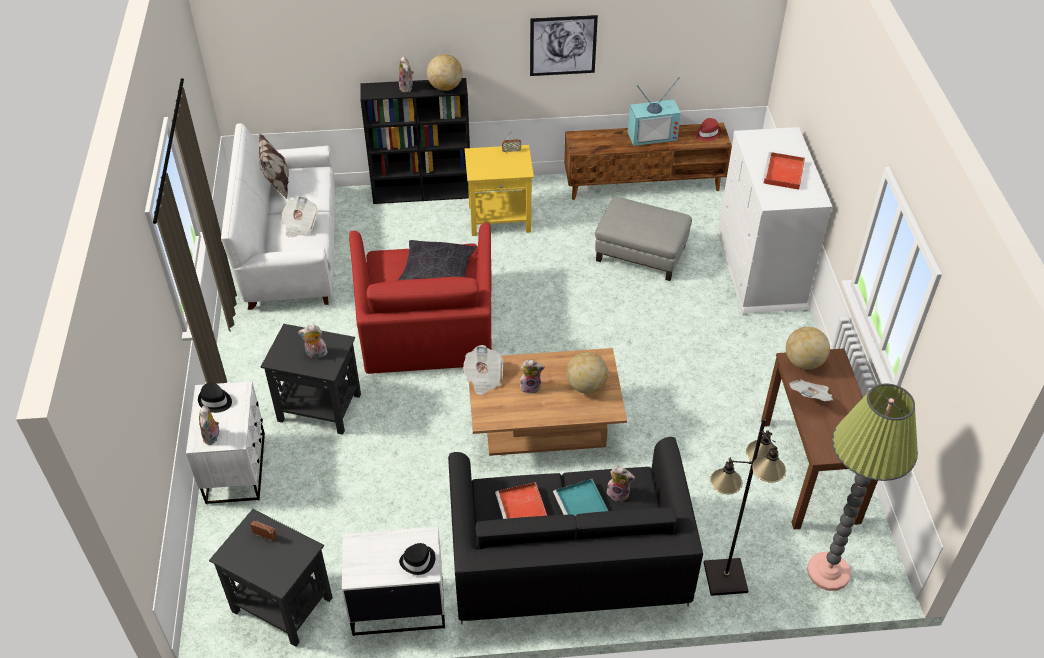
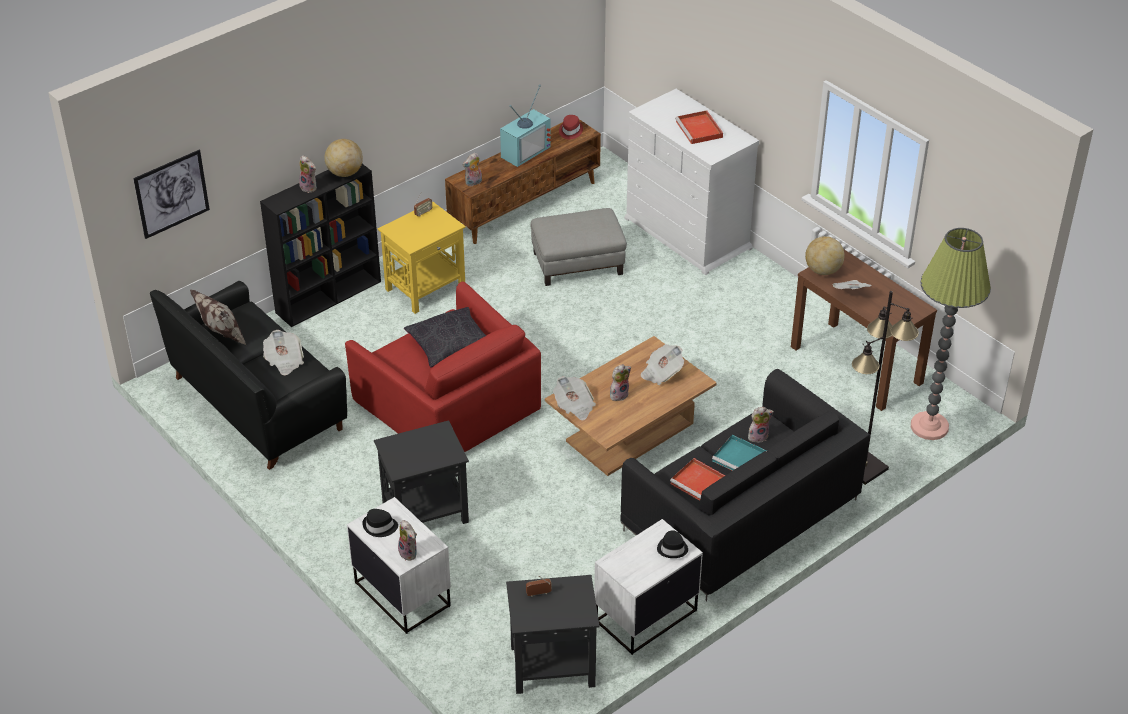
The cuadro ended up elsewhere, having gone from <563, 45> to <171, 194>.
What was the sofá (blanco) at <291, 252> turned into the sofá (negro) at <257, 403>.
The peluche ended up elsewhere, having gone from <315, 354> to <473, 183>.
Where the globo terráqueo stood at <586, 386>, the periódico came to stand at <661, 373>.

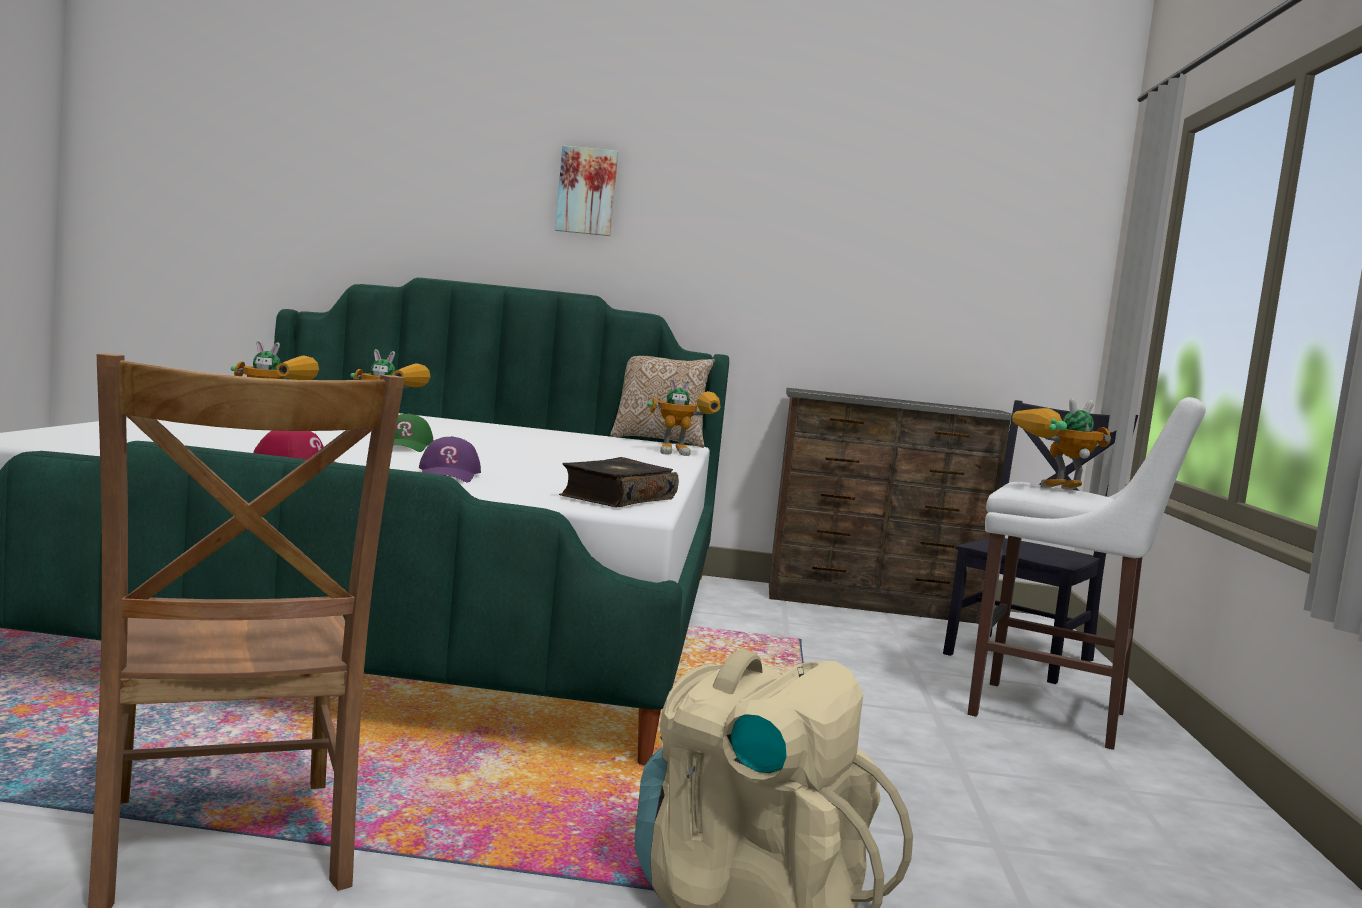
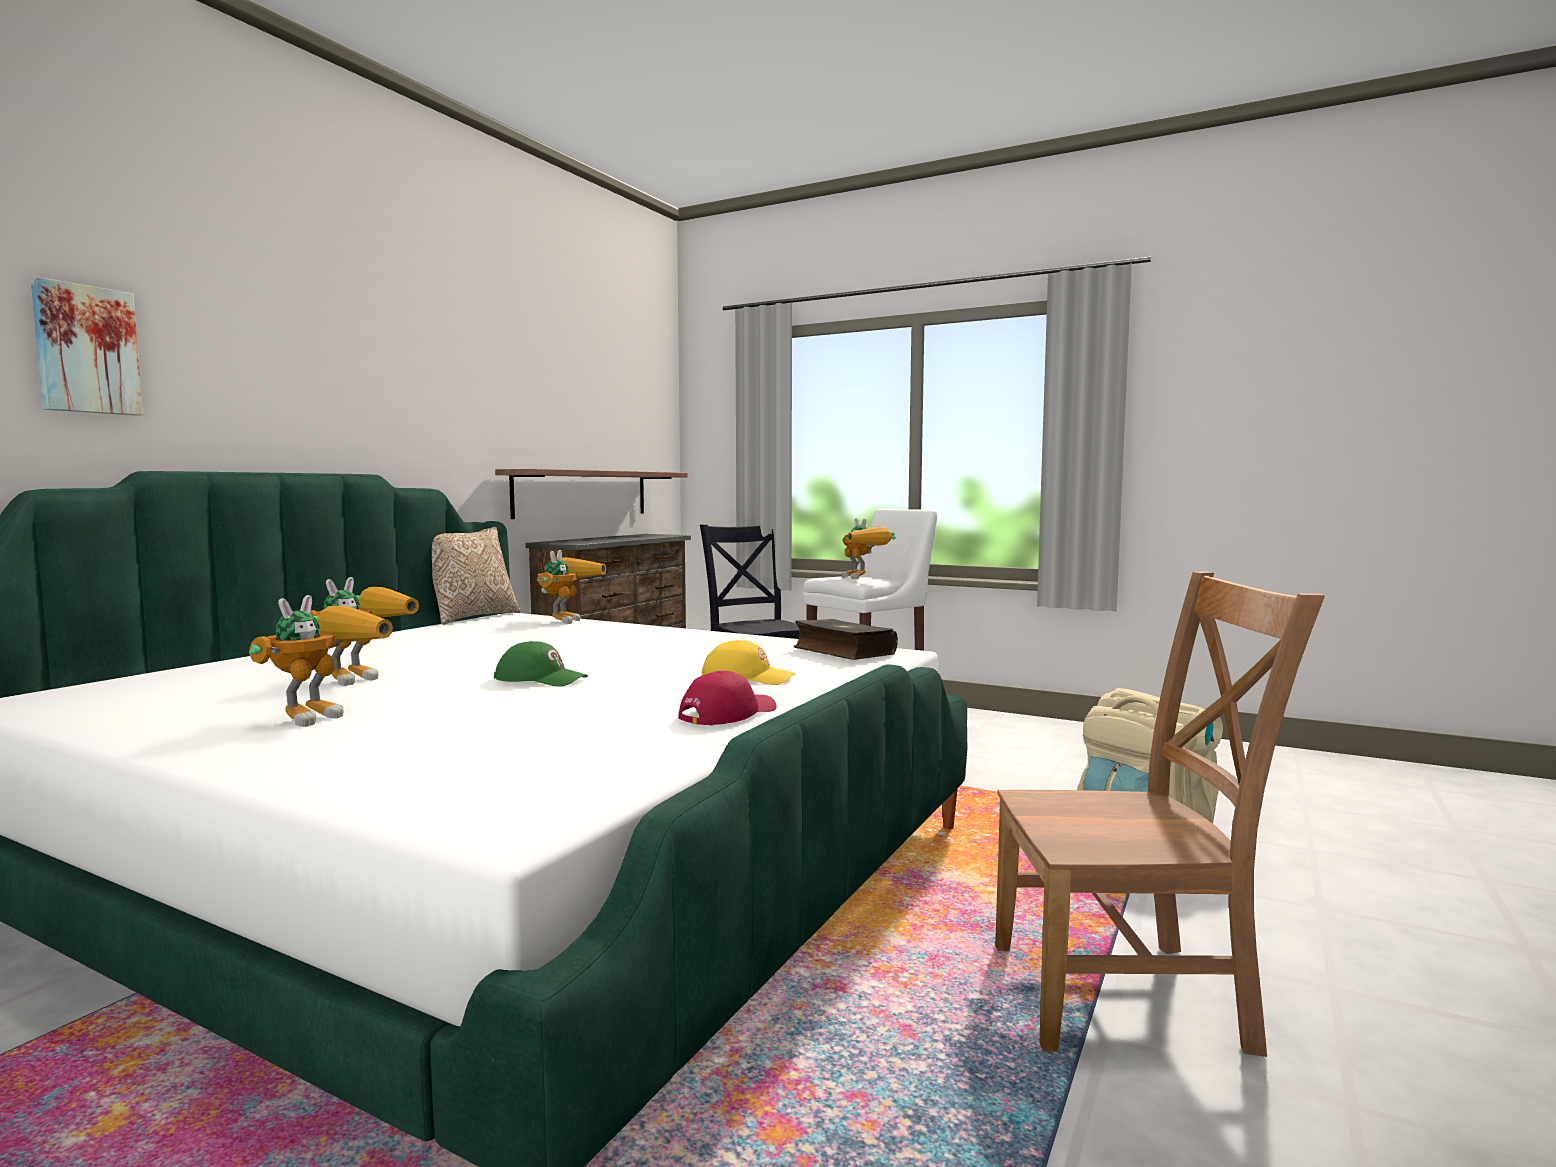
The cuadro ended up elsewhere, having gone from <587, 191> to <86, 350>.
The robot de juguete at <1051, 490> ended up facing another way, 45 degrees counterclockwise from before.
What was the gorra (morado) at <449, 475> turned into the gorra (amarillo) at <748, 678>.
The second view gained the estante at <582, 493>.

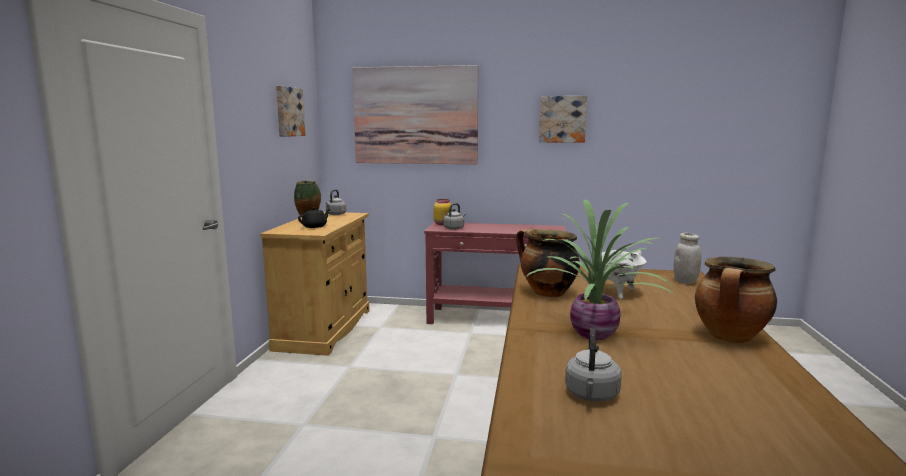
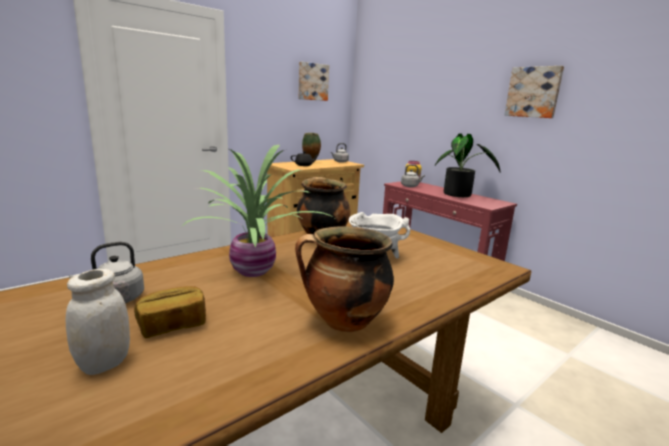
The second view lost the cuadro at <415, 115>.
The tarro (blanco) ended up elsewhere, having gone from <685, 281> to <104, 363>.
The second view gained the planta en maceta at <460, 195>.
The second view gained the pan at <173, 325>.

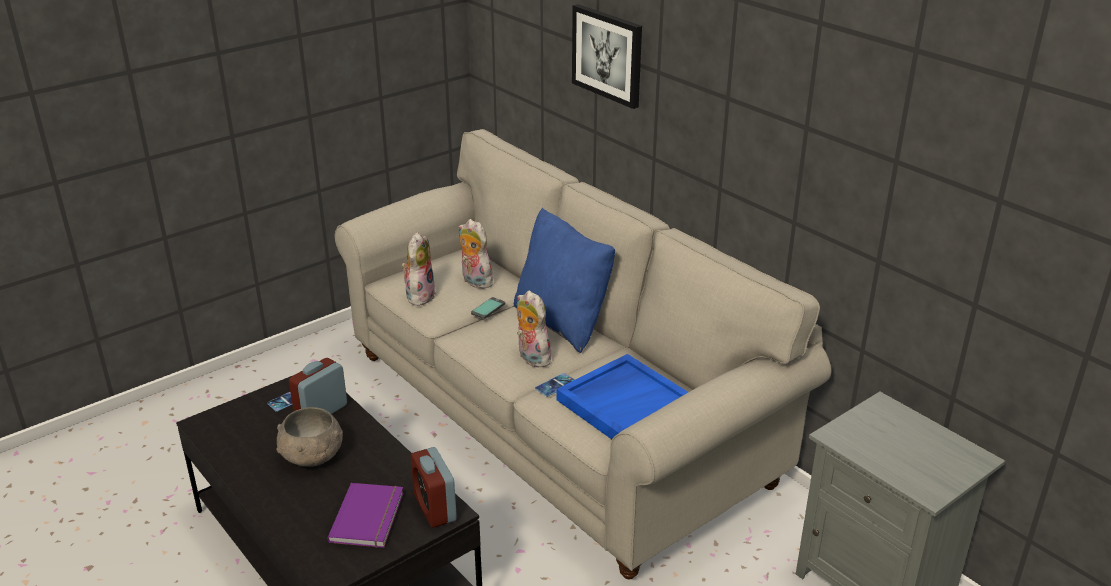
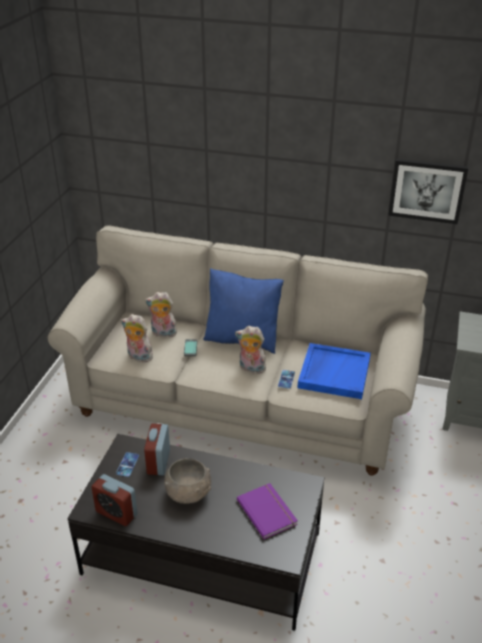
The cuadro ended up elsewhere, having gone from <608, 55> to <427, 190>.
The peluche at <419, 295> ended up facing another way, 45 degrees counterclockwise from before.
The despertador ended up elsewhere, having gone from <435, 508> to <116, 513>.

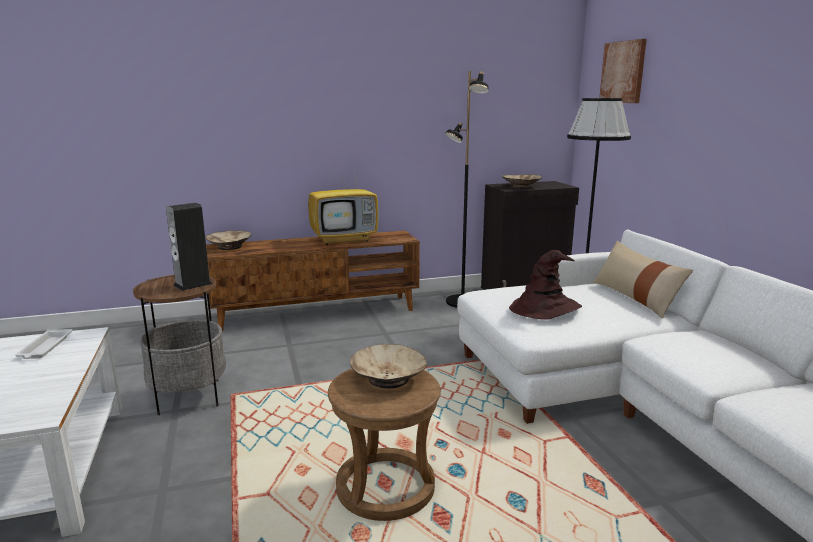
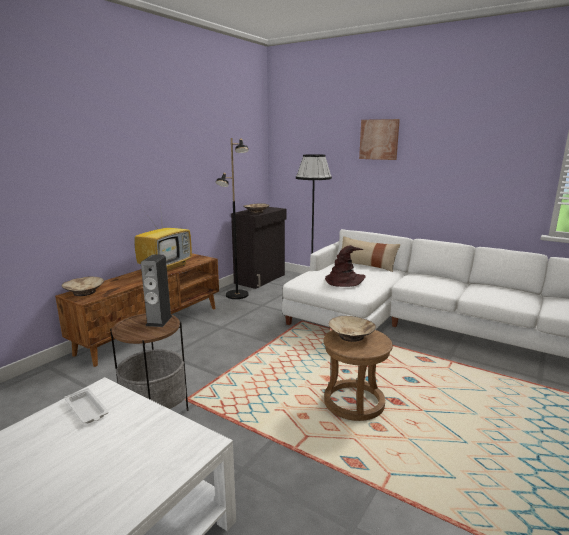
The cuadro ended up elsewhere, having gone from <623, 72> to <379, 139>.

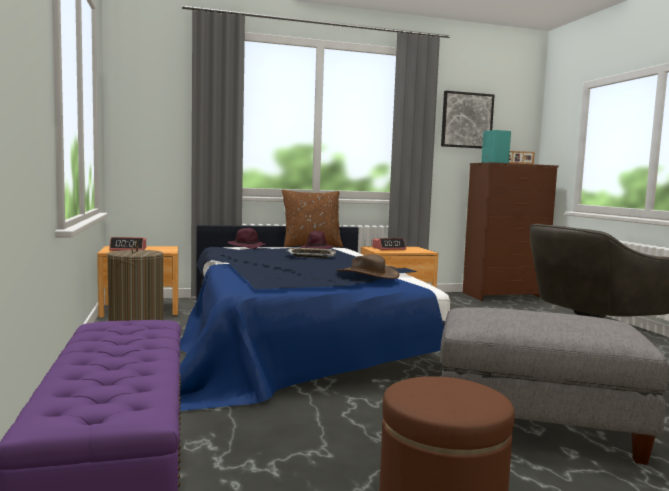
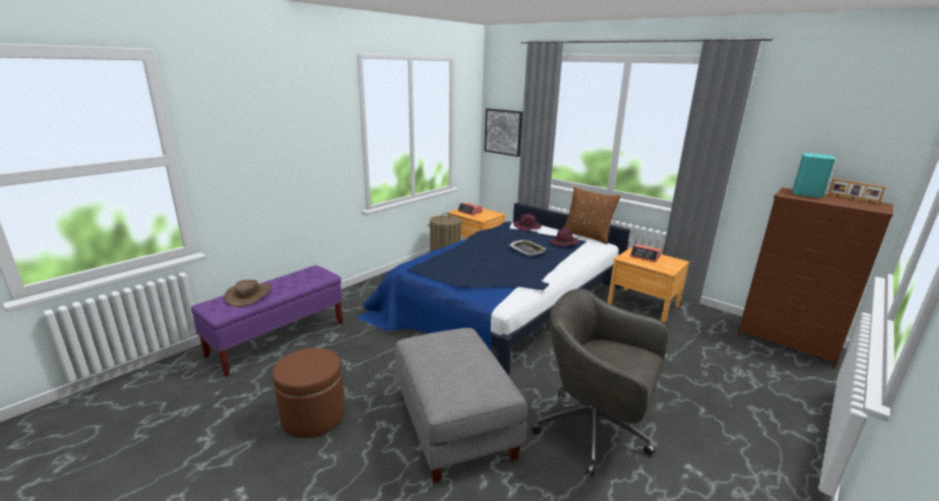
The cuadro ended up elsewhere, having gone from <466, 120> to <503, 132>.
The sombrero (marrón) ended up elsewhere, having gone from <367, 274> to <249, 295>.

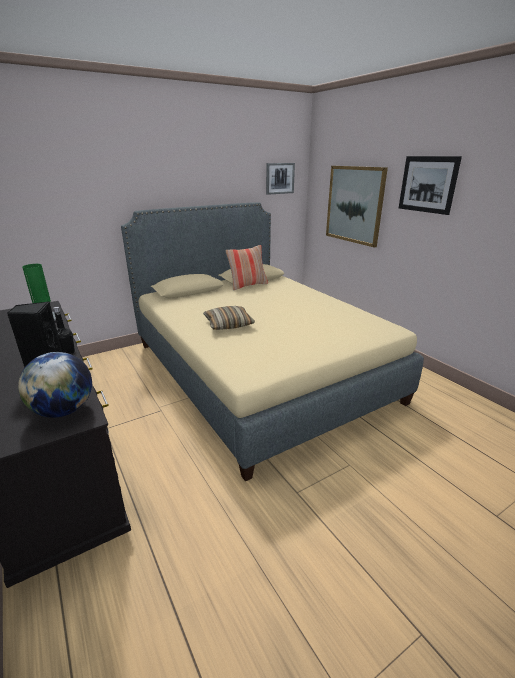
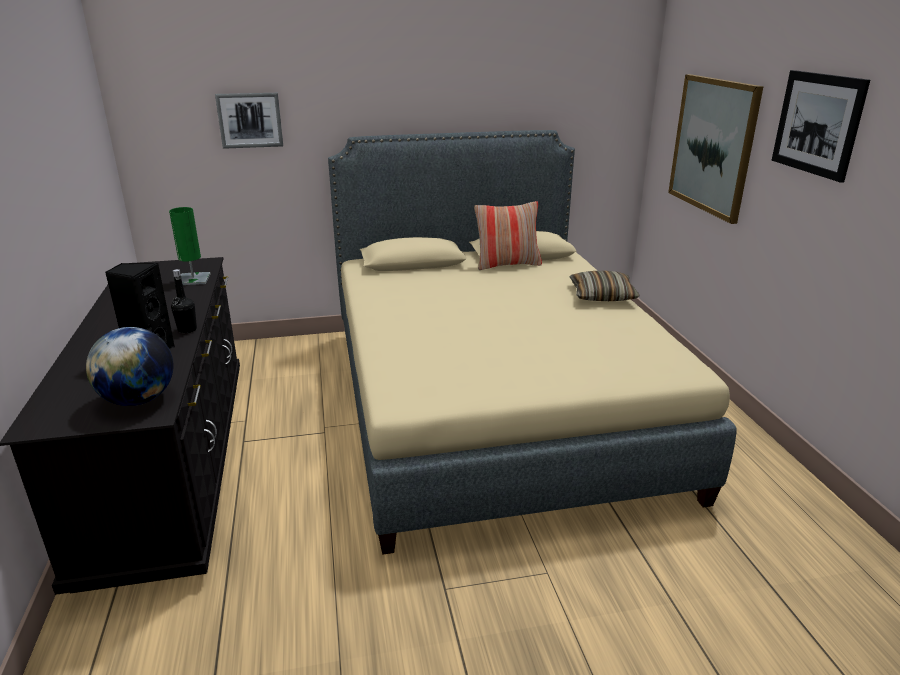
The cuadro ended up elsewhere, having gone from <279, 178> to <250, 120>.
The cojín ended up elsewhere, having gone from <228, 324> to <602, 295>.

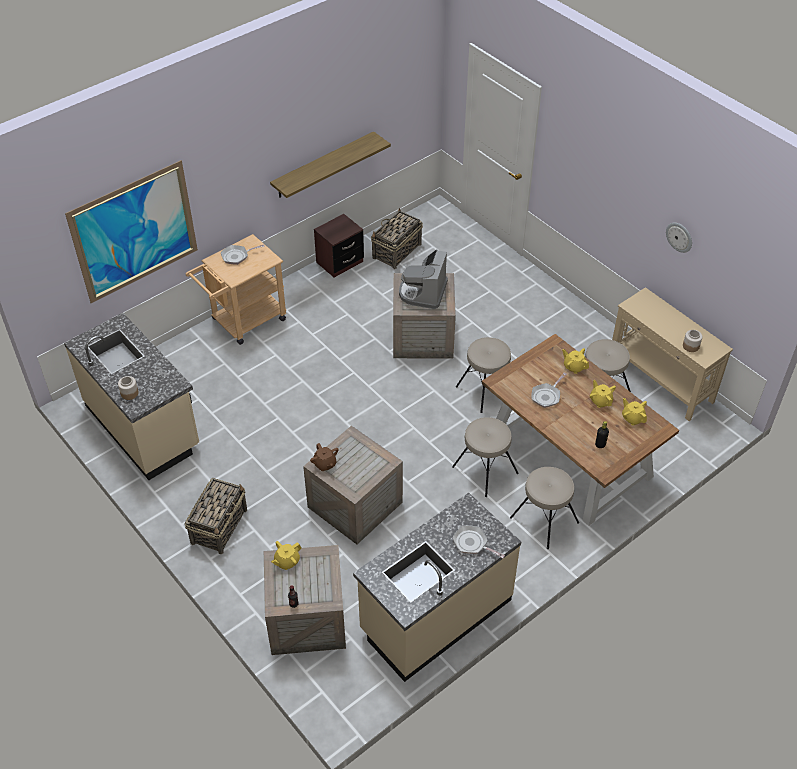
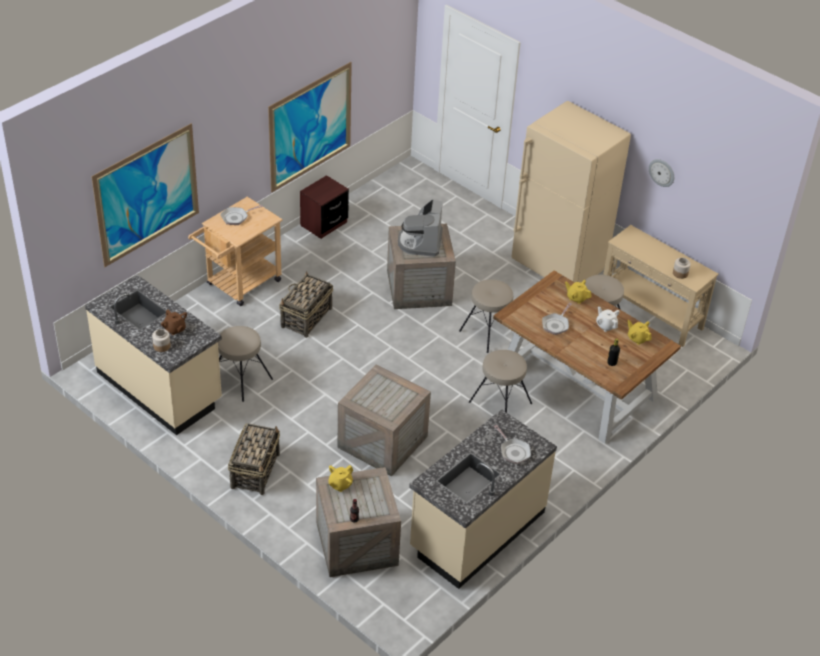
Where the estante hung at <323, 165>, the cuadro came to hang at <310, 127>.
The cesta ended up elsewhere, having gone from <396, 251> to <306, 318>.
What was the tetera (amarillo) at <600, 401> turned into the tetera (blanco) at <606, 326>.
The tetera (marrón) ended up elsewhere, having gone from <325, 464> to <175, 329>.
The taburete (beis) ended up elsewhere, having gone from <544, 520> to <240, 379>.
The sartén at <472, 543> ended up facing another way, 150 degrees counterclockwise from before.
The second view gained the nevera (beis) at <558, 267>.

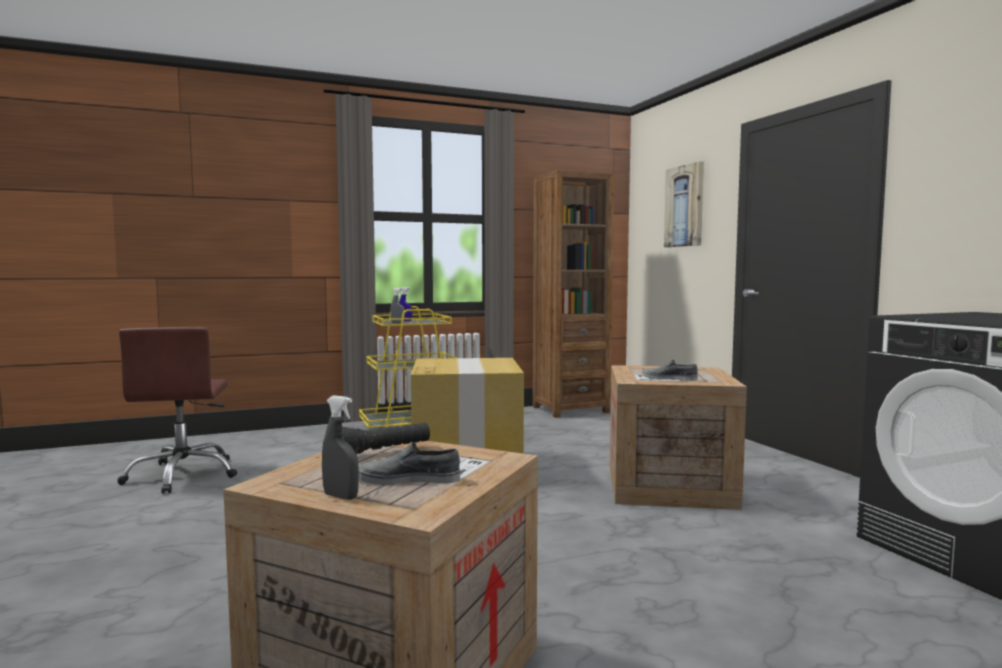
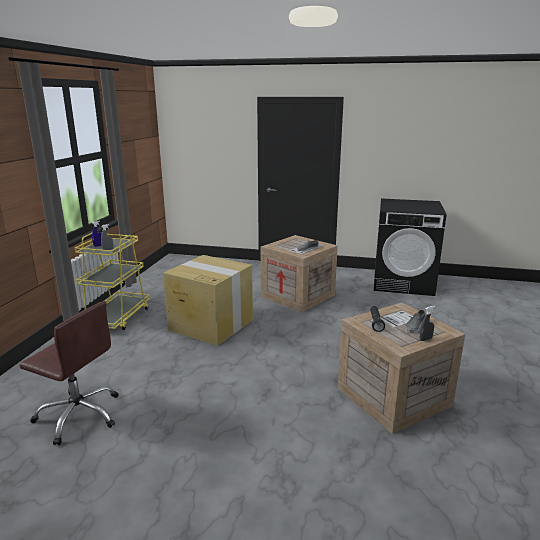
The second view lost the cuadro at <684, 206>.
The second view lost the estantería (marrón) at <570, 409>.

